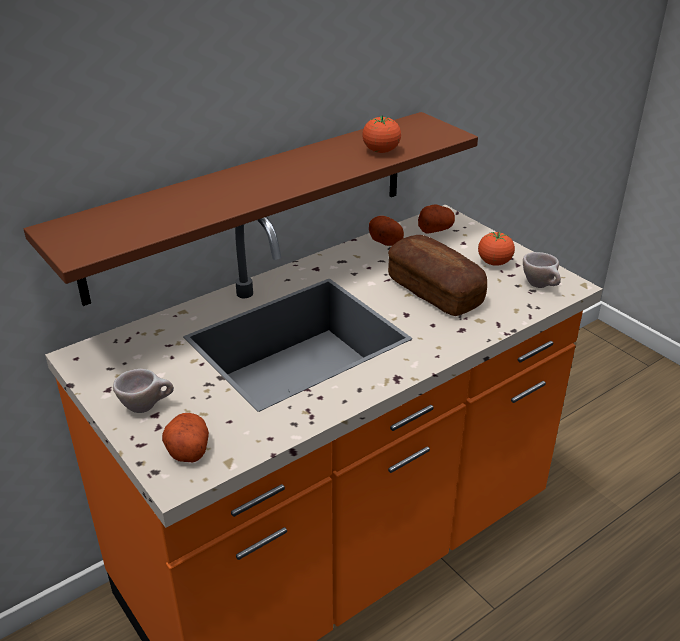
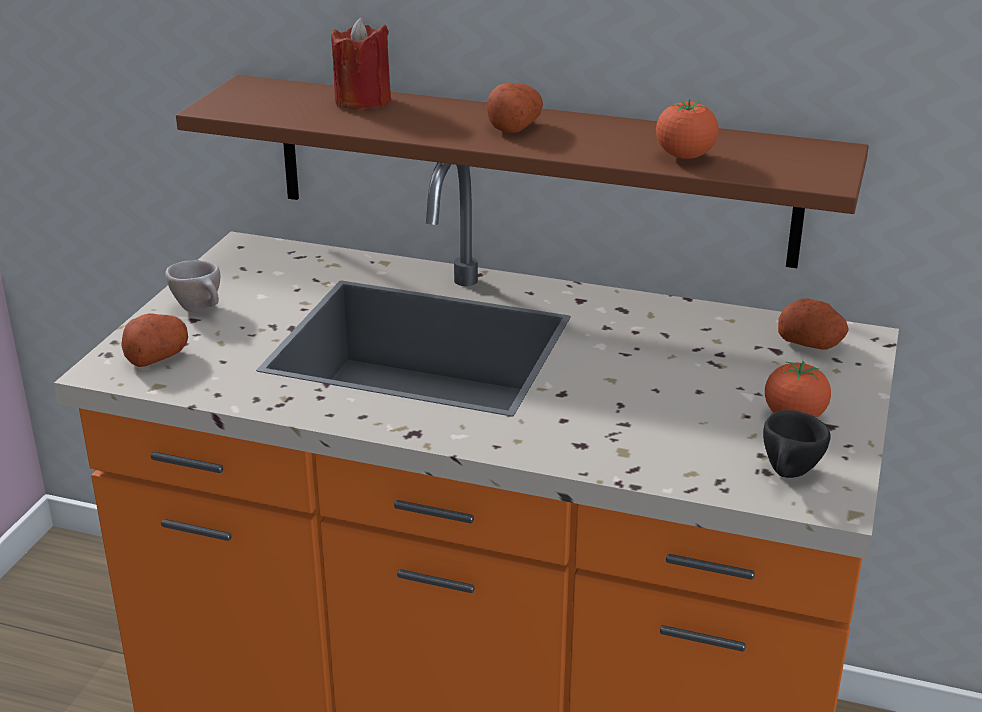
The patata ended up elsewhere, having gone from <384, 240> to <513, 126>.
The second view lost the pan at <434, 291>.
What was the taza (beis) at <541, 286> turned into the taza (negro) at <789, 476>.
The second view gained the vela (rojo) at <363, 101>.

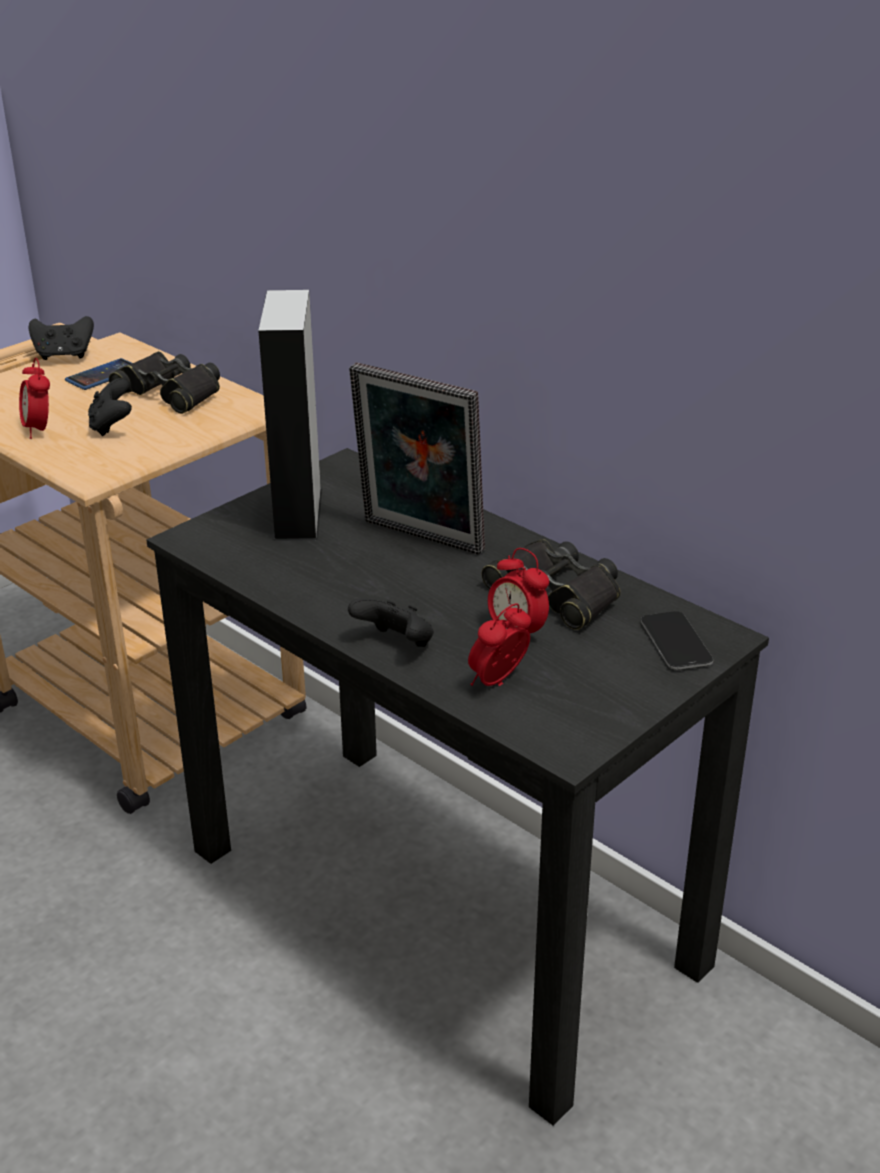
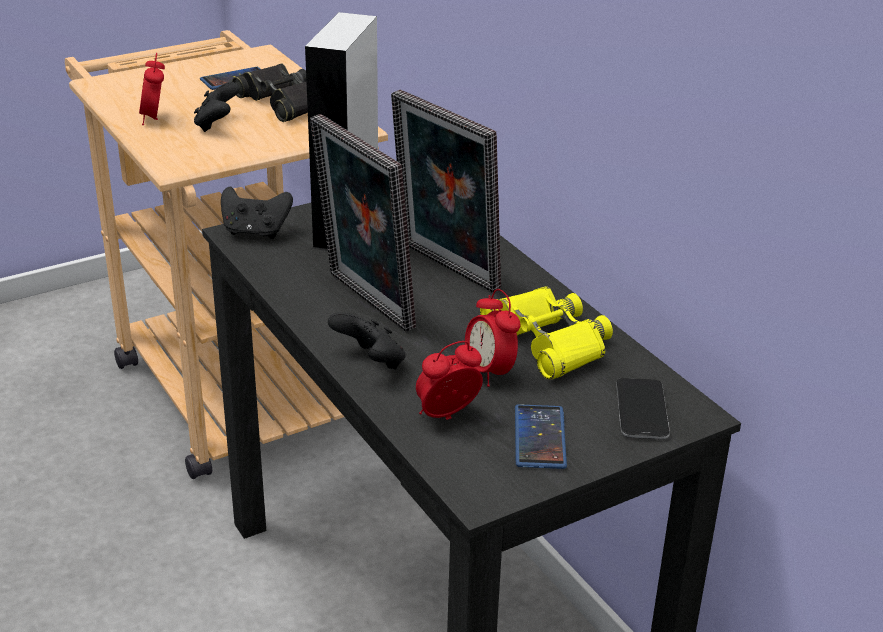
The mando de consola (negro) ended up elsewhere, having gone from <64, 355> to <255, 232>.
What was the prismáticos (negro) at <556, 593> turned into the prismáticos (amarillo) at <547, 341>.
The second view gained the portarretratos at <364, 303>.
The second view gained the móvil at <540, 437>.

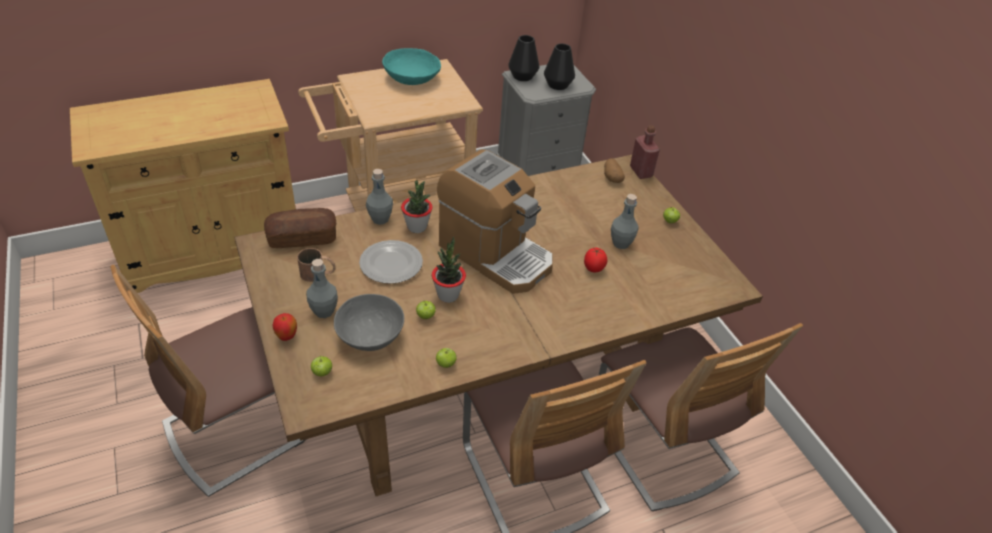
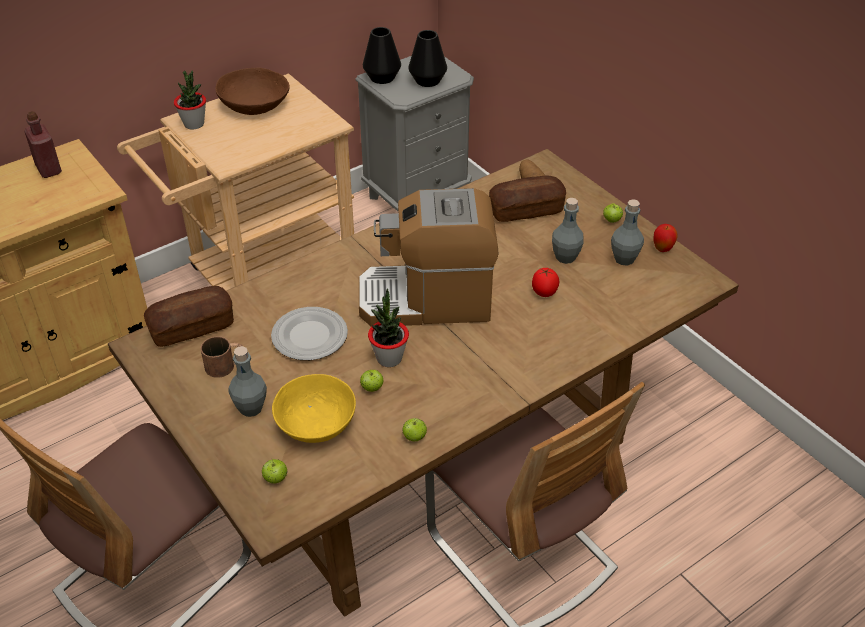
What was the cuenco (turquesa) at <411, 78> turned into the cuenco (marrón) at <254, 105>.
The botella (rojo) ended up elsewhere, having gone from <641, 172> to <48, 169>.
The cafetera at <495, 254> ended up facing another way, 150 degrees clockwise from before.
The botella (gris) ended up elsewhere, having gone from <380, 219> to <624, 259>.
The planta en maceta ended up elsewhere, having gone from <417, 227> to <194, 124>.
What was the cuenco (gris) at <370, 336> turned into the cuenco (amarillo) at <316, 425>.
The manzana ended up elsewhere, having gone from <287, 337> to <662, 249>.
The second view lost the silla at <661, 445>.
The second view gained the pan at <526, 210>.

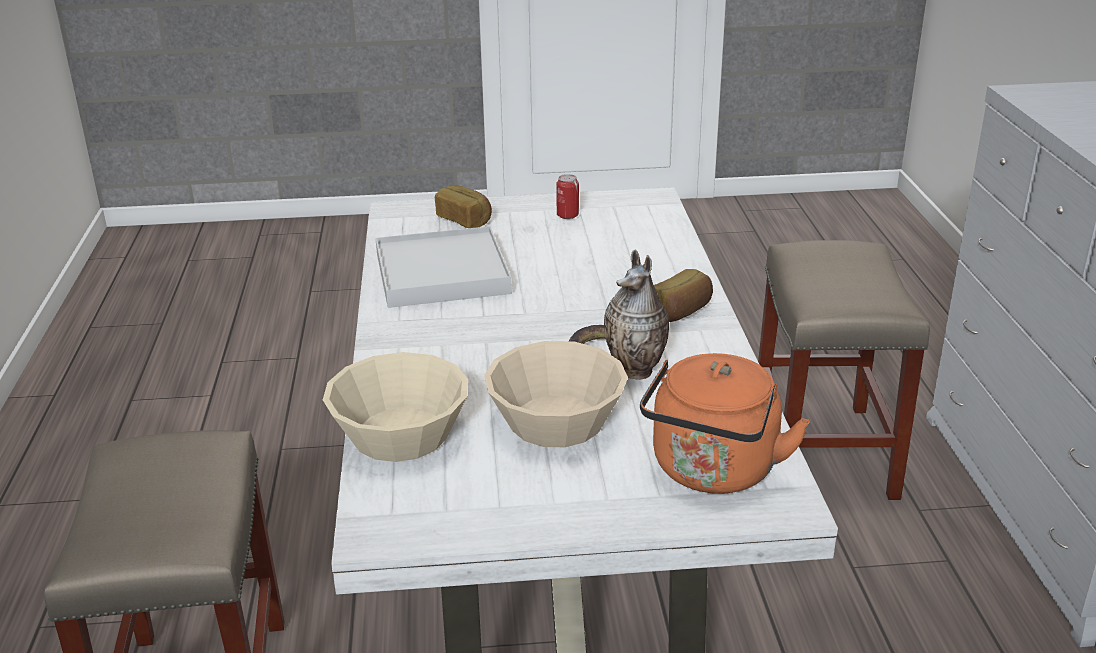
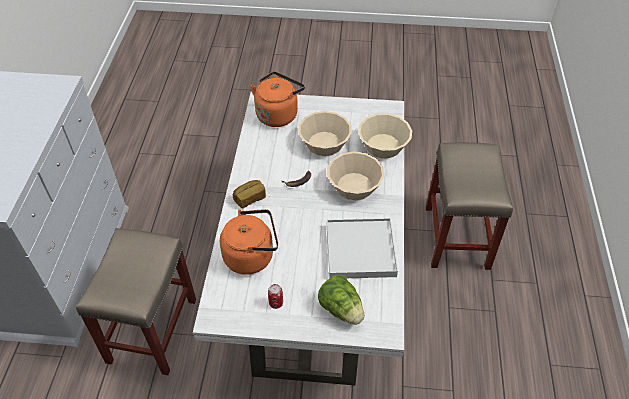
Where the pan stood at <465, 220>, the lechuga came to stand at <341, 309>.
The second view lost the florero at <637, 371>.
The second view gained the cuenco (beis) at <354, 186>.
The second view gained the hervidor (naranja) at <252, 256>.

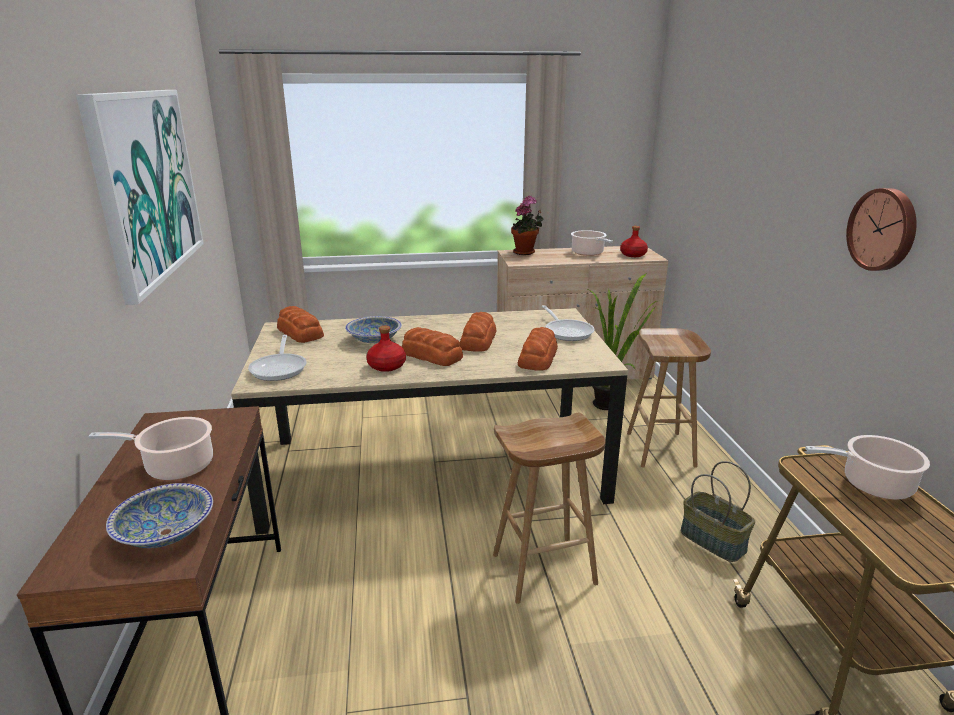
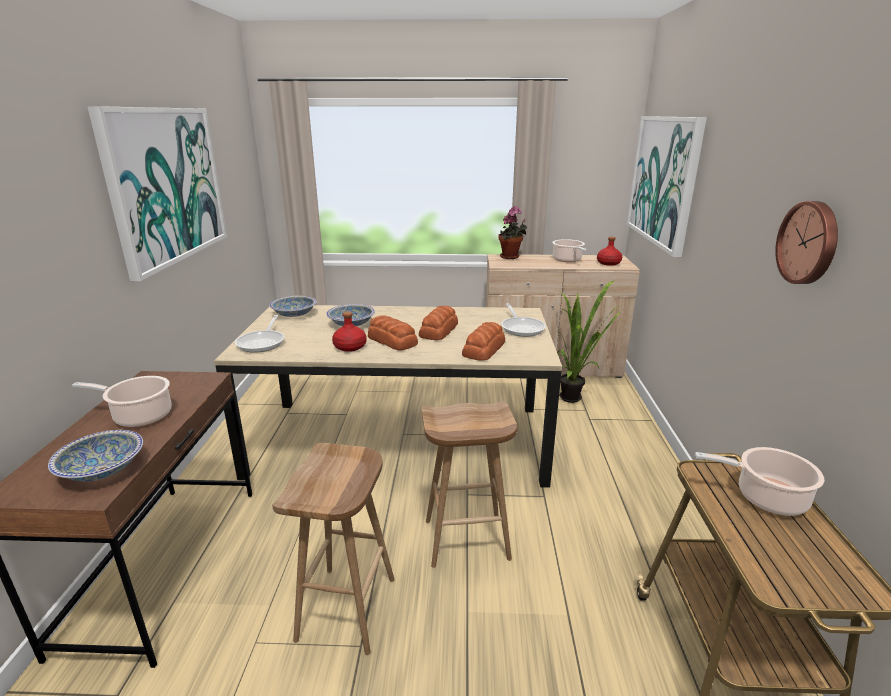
Where the pan stood at <300, 332>, the cuenco came to stand at <294, 314>.
The taburete (marrón) ended up elsewhere, having gone from <661, 450> to <347, 609>.
The second view lost the cesta at <714, 541>.
The second view gained the cuadro at <663, 180>.

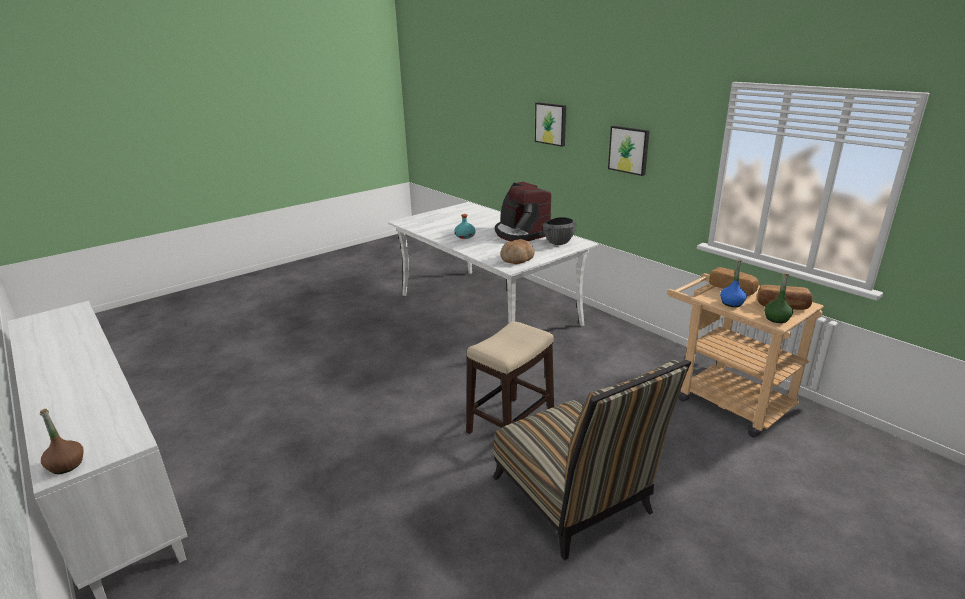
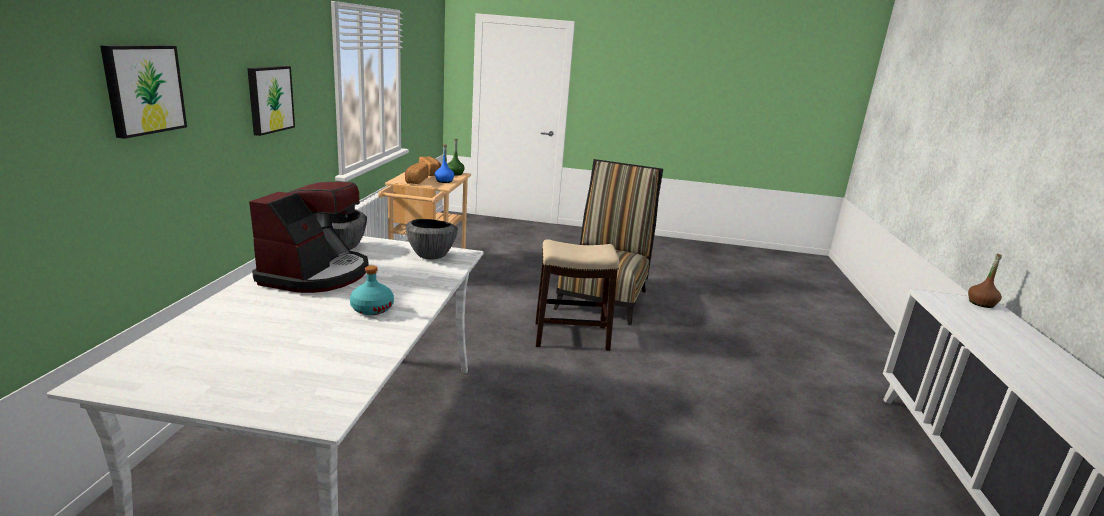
Where the pan stood at <517, 259>, the cuenco came to stand at <431, 256>.

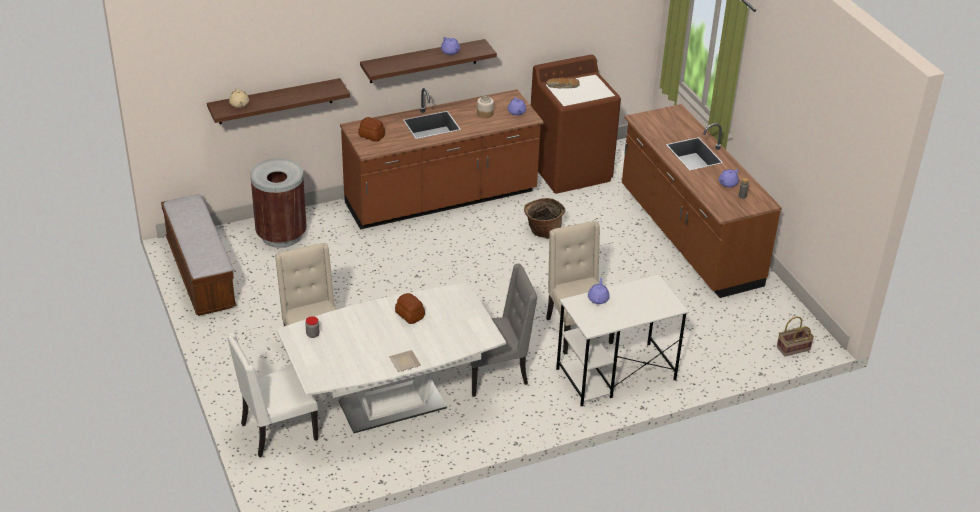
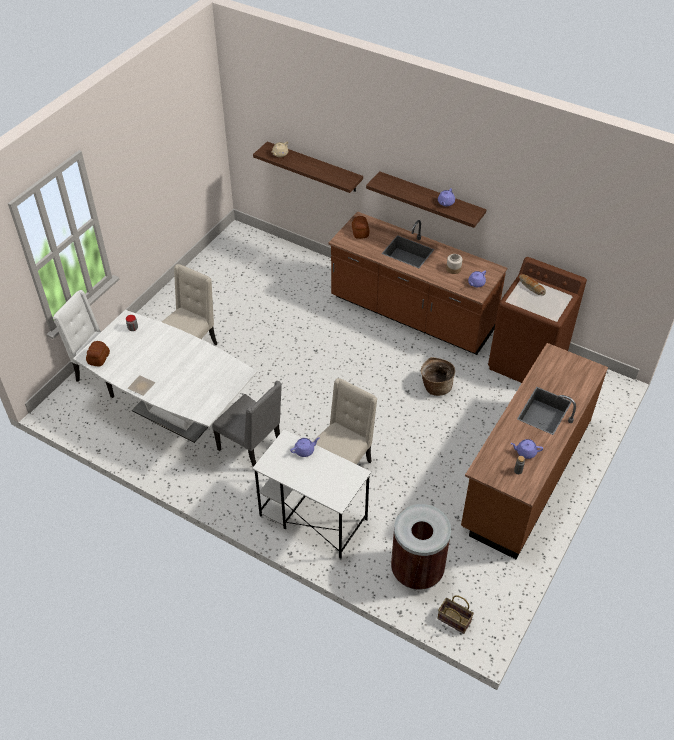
The papelera (marrón) ended up elsewhere, having gone from <281, 235> to <417, 570>.
The second view lost the banco at <200, 274>.
The pan ended up elsewhere, having gone from <409, 315> to <98, 358>.

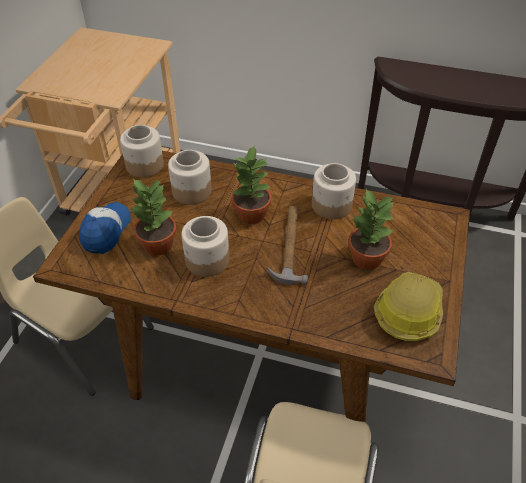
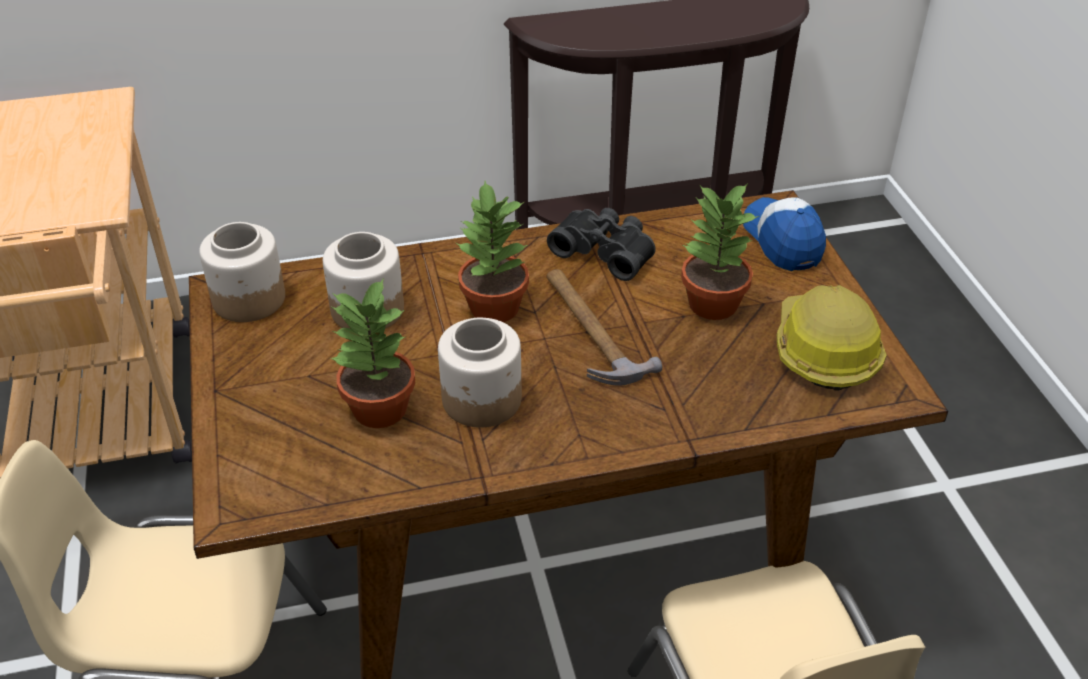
Where the tarro stood at <332, 205>, the prismáticos (negro) came to stand at <605, 251>.
The gorra ended up elsewhere, having gone from <106, 231> to <782, 240>.

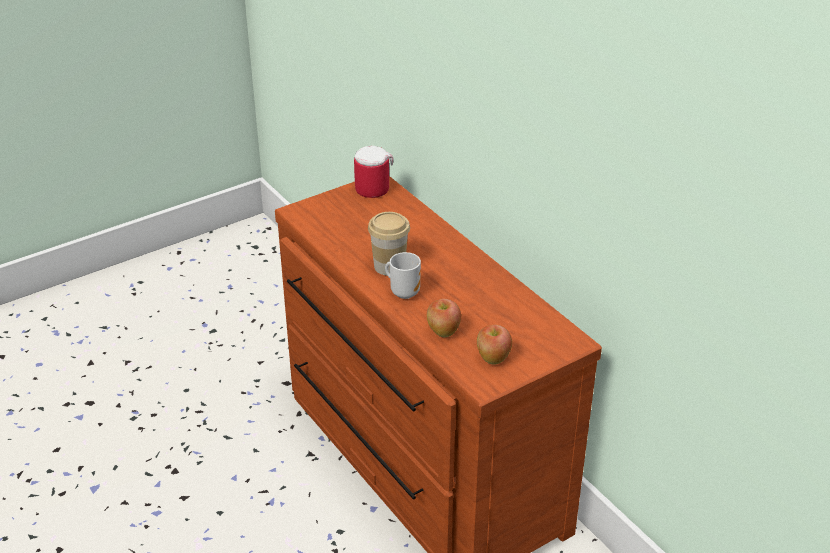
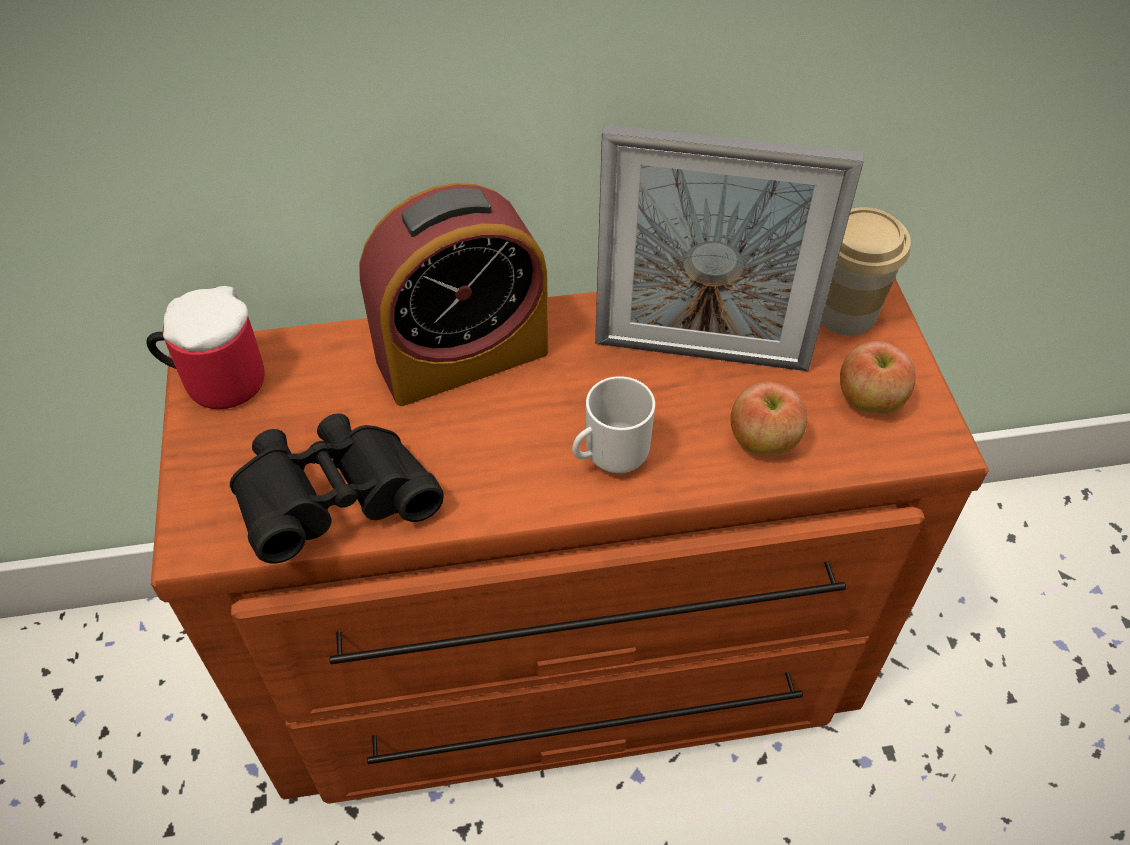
The taza ended up elsewhere, having gone from <389, 266> to <845, 312>.
The second view gained the portarretratos at <701, 353>.
The second view gained the despertador at <462, 356>.
The second view gained the prismáticos (negro) at <336, 502>.

